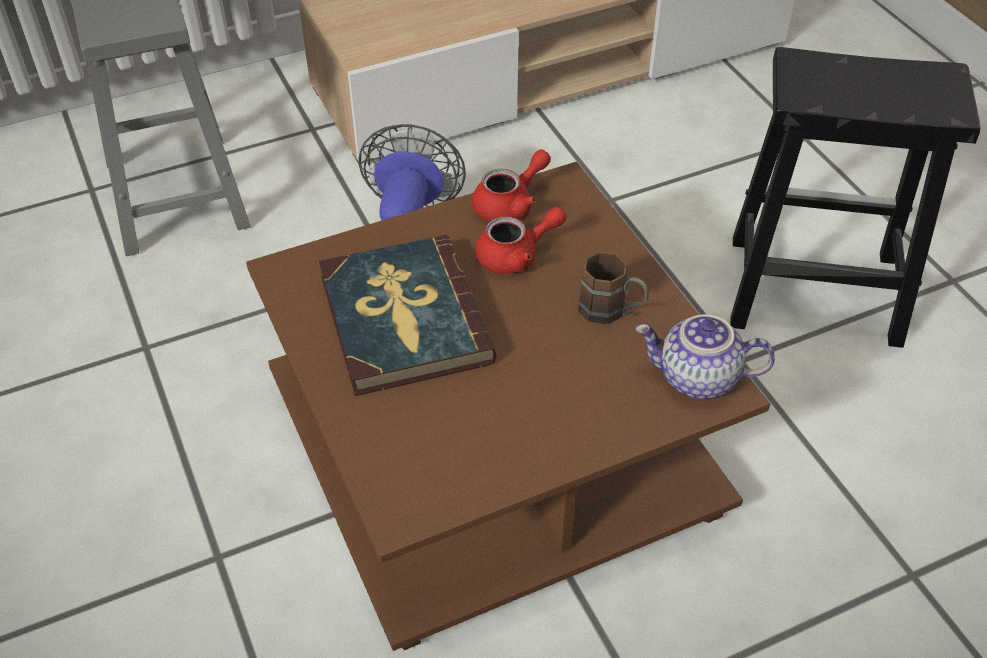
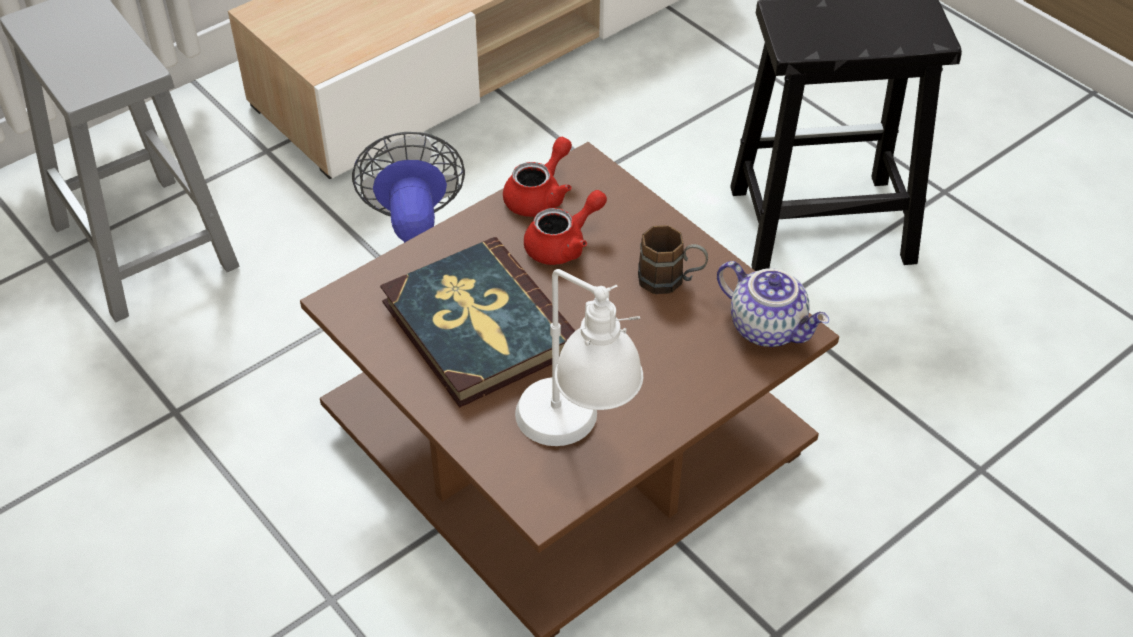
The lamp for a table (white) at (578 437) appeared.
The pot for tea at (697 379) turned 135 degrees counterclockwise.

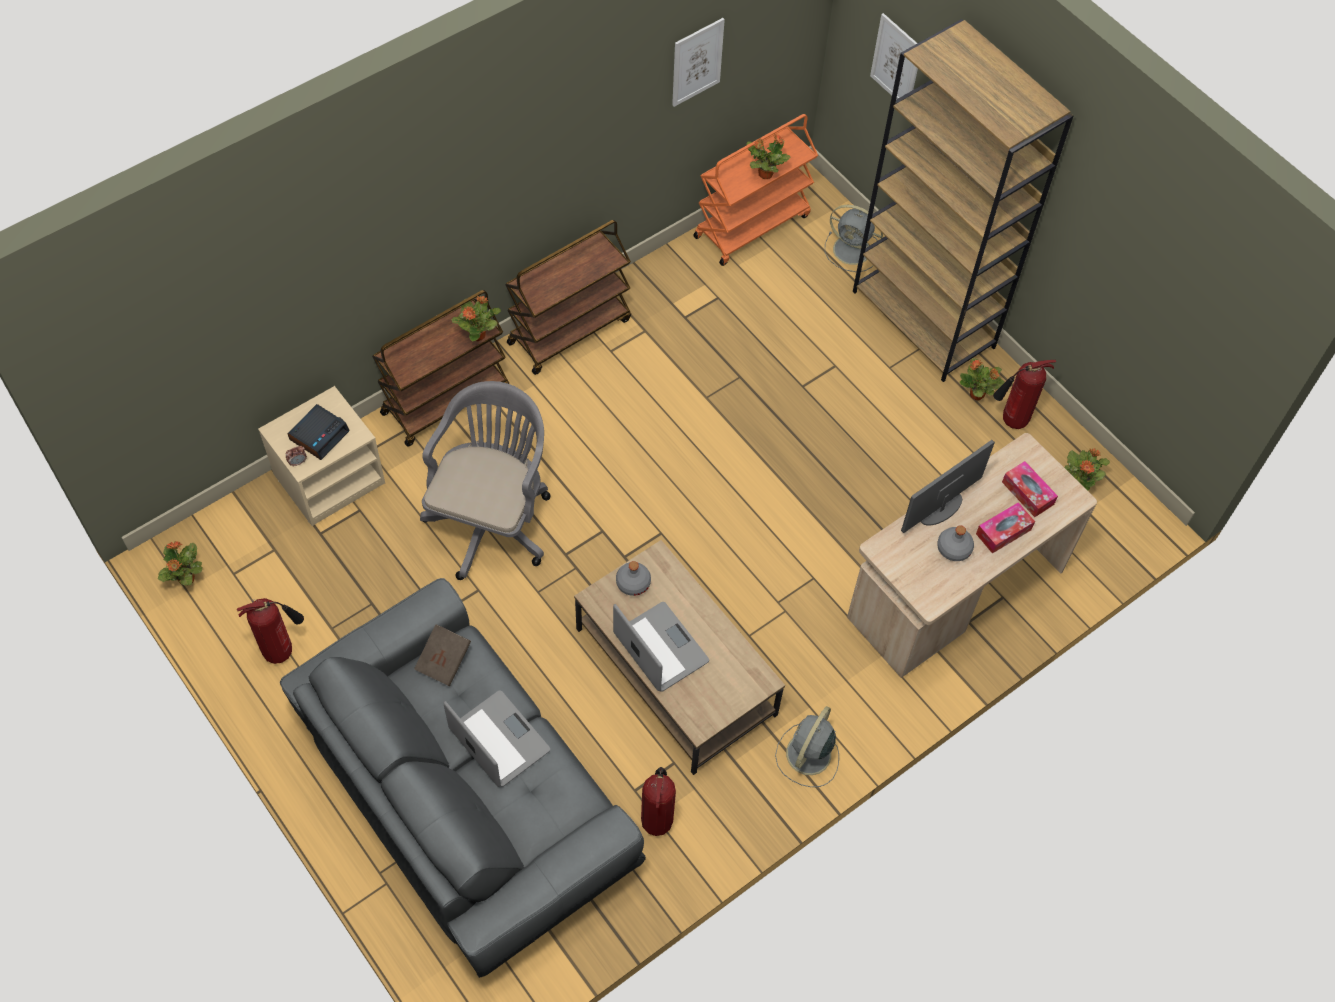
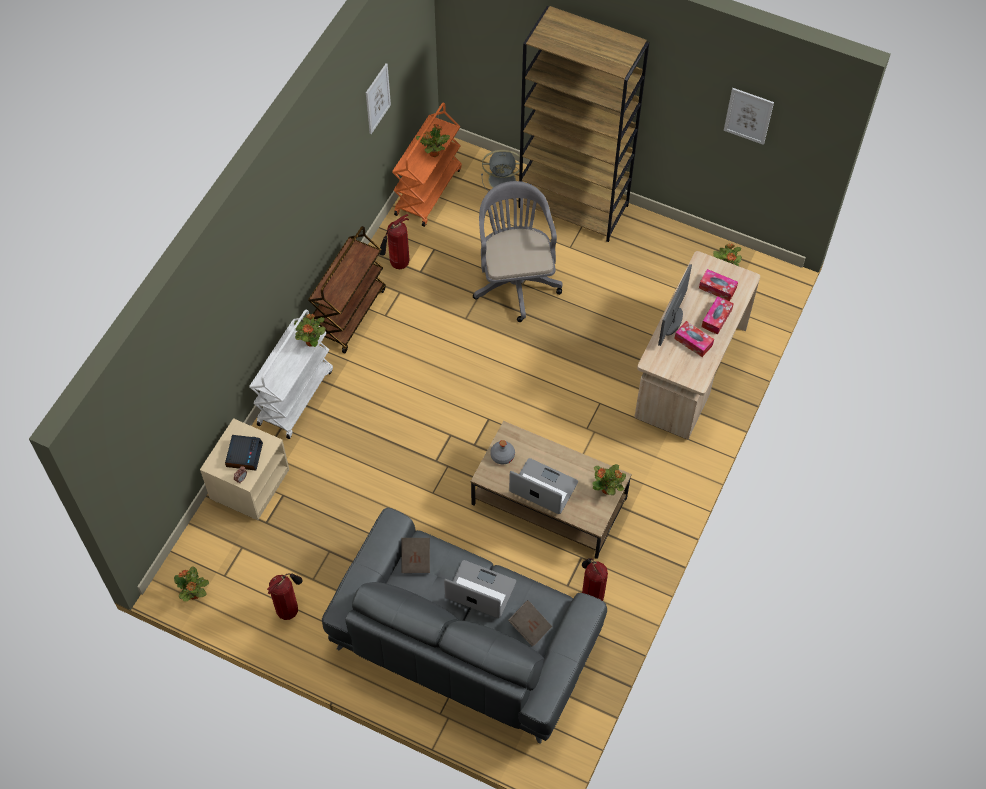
The fan (grey) at (807 755) disappeared.
The bound book (brownish) at (530 626) appeared.
The computer chair (grey) moved from (492 519) to (515 280).
The picture moved from (896 61) to (748 115).
The houseplant moved from (977 395) to (607 489).
The fire-fighting cylinder moved from (1011 421) to (397 265).
The bottle (grey) at (953 548) was replaced by the tissue holder at (693 342).
The wheeled cart (brownish) at (446 399) became the wheeled cart (white) at (295 396).

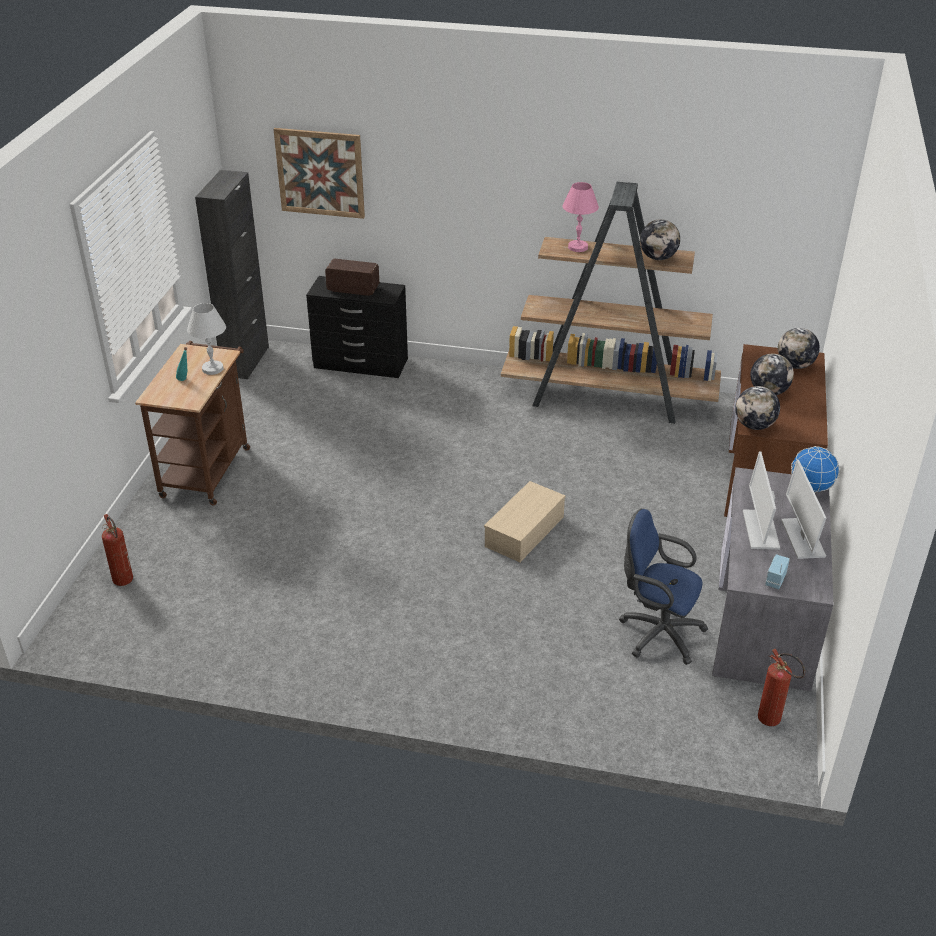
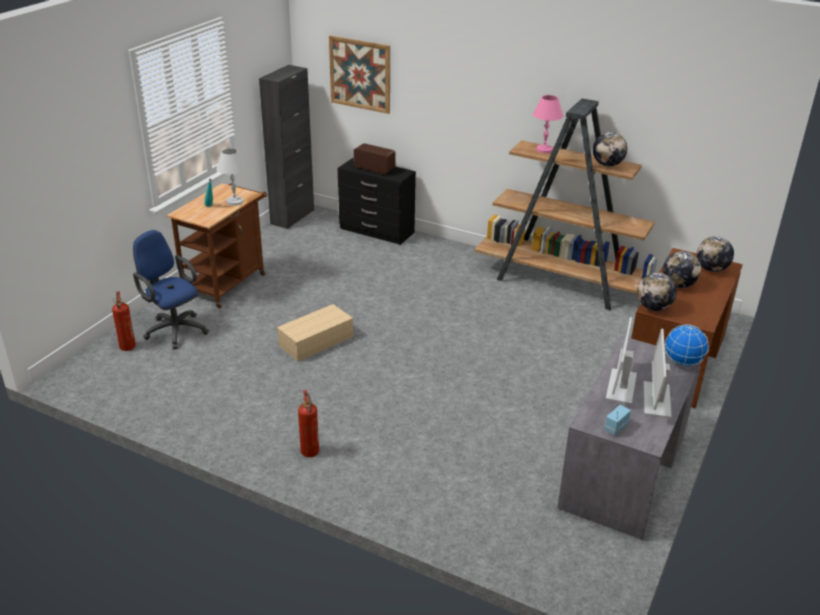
The storage box (sand-coloured) moved from (524 532) to (316 342).
The computer chair (bluish) moved from (657 633) to (174 329).
The fire-fighting cylinder moved from (773 722) to (311 454).

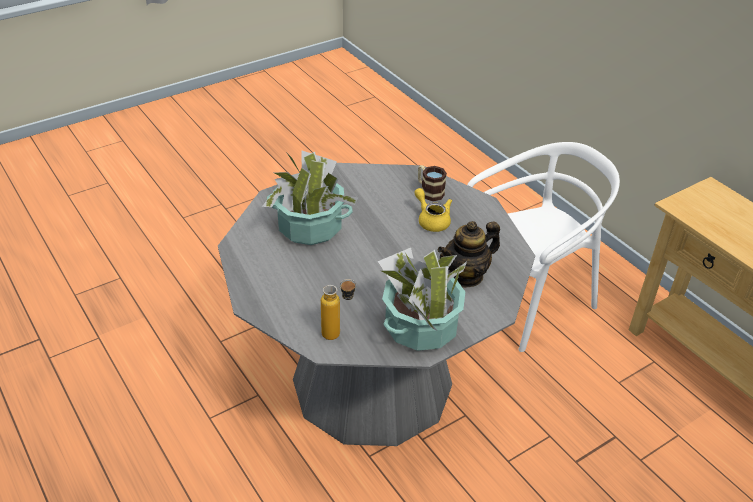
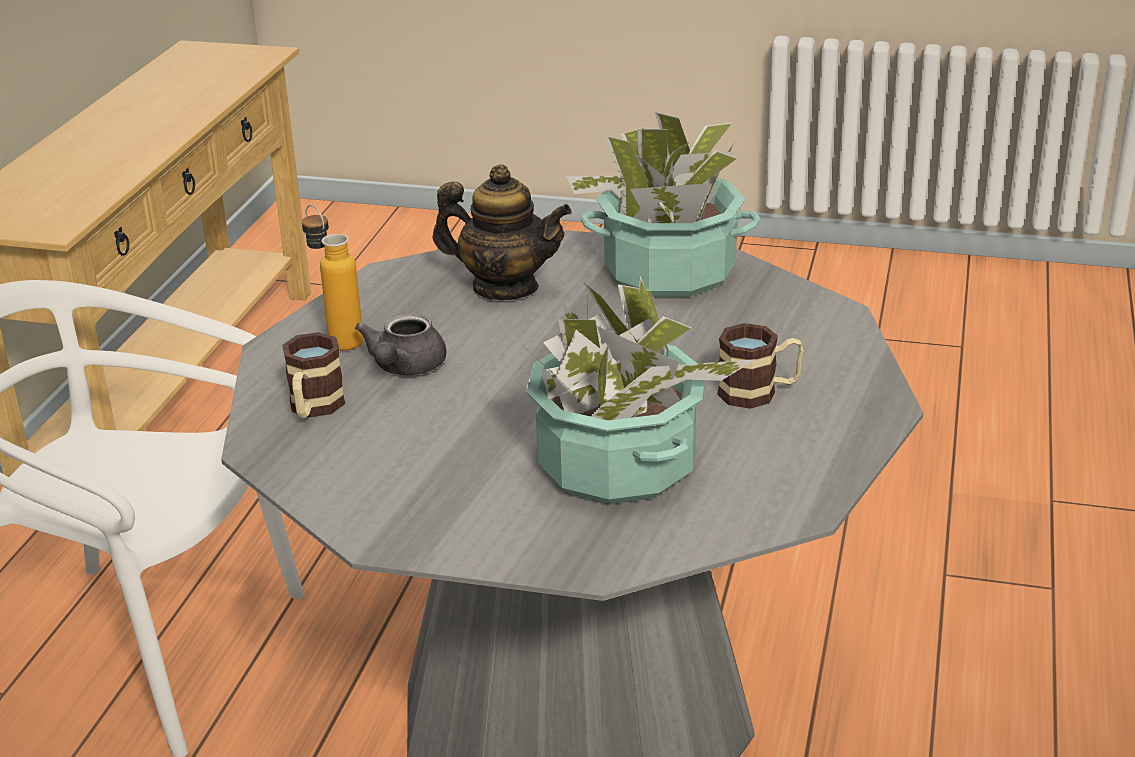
The mug at (759 392) appeared.
The bottle moved from (338 334) to (337 338).
The pot for tea (yellow-coloured) at (431 220) became the pot for tea (grey) at (404 368).

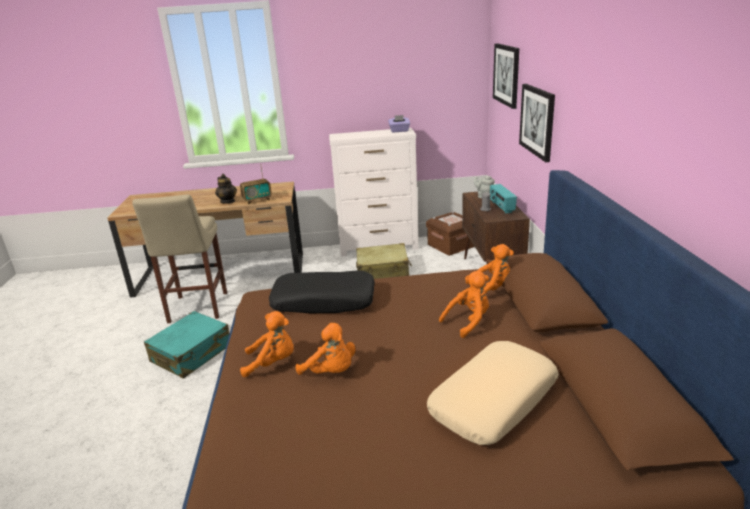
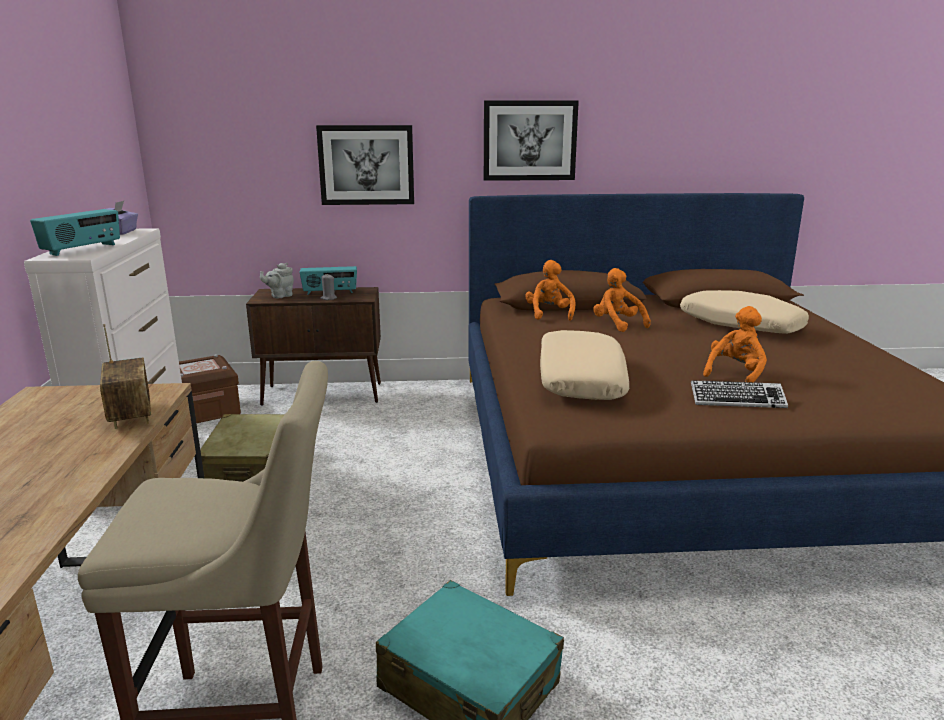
The pot for tea at (228 201) disappeared.
The radio receiver at (82 249) appeared.
The picture moved from (506 74) to (529 140).
The plush toy (orange) at (272 363) was replaced by the computer keyboard at (737 400).
The cushion (blackish) at (324 301) became the cushion (sand-coloured) at (579 379).

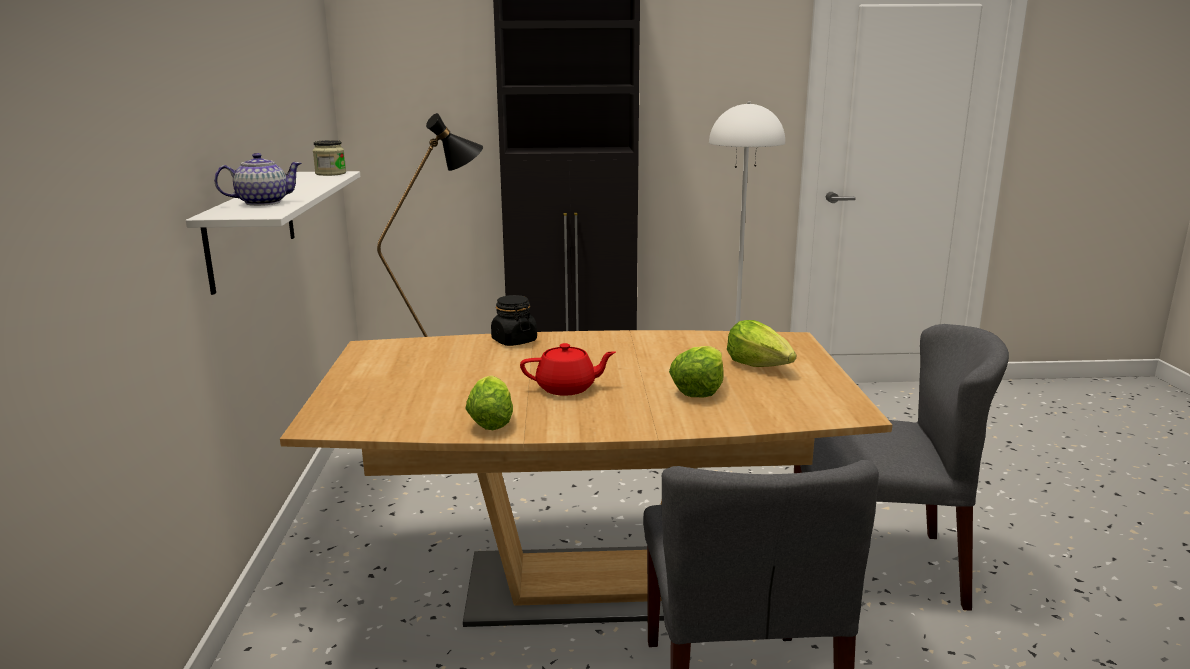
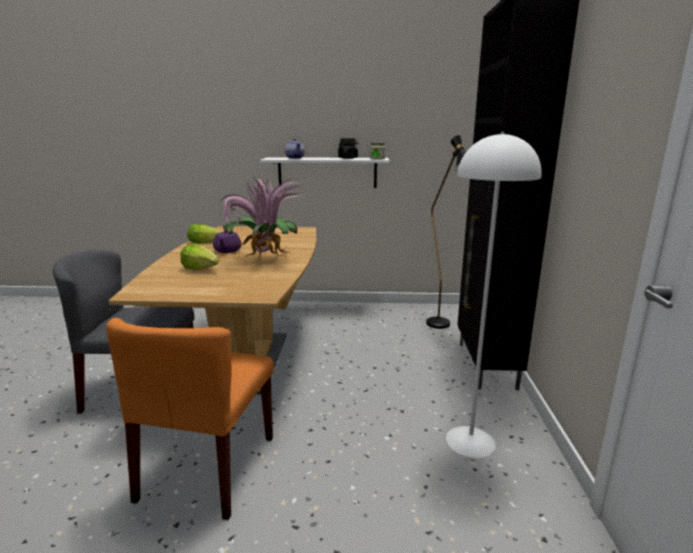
The head of lettuce at (760 365) disappeared.
The houseplant at (263 260) appeared.
The preserve jar (blackish) moved from (514 341) to (348 158).
The pot for tea (reddish) at (567 388) became the pot for tea (purplish) at (227 251).
The chair (grey) at (875 565) became the chair (orange) at (208 468).

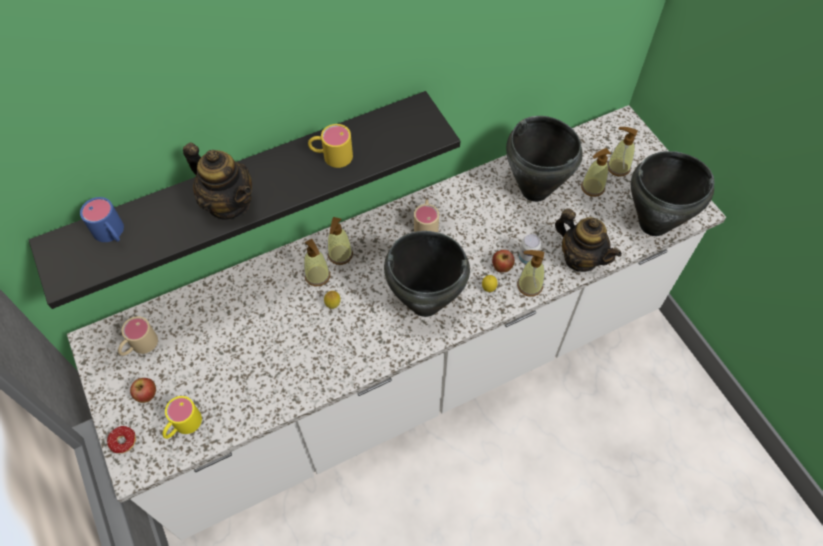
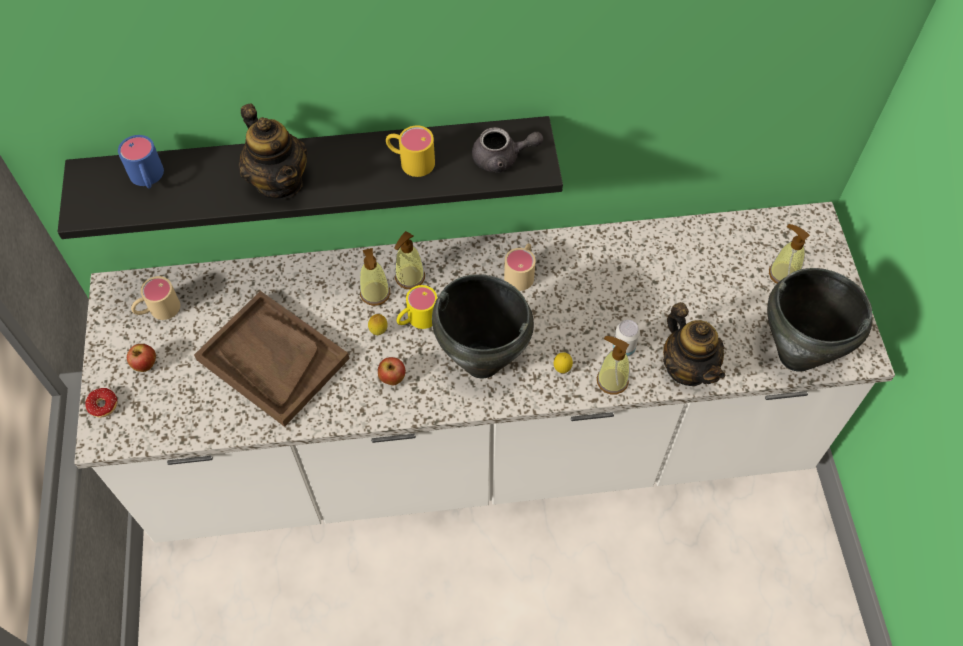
The stockpot (blackish) at (534 191) disappeared.
The soap bottle at (592 187) disappeared.
The serving tray (brownish) at (272 359) appeared.
The pot for tea (grey) at (502 158) appeared.
The mug (yellow-coloured) moved from (182 426) to (416 319).
The apple moved from (502 267) to (392 378).

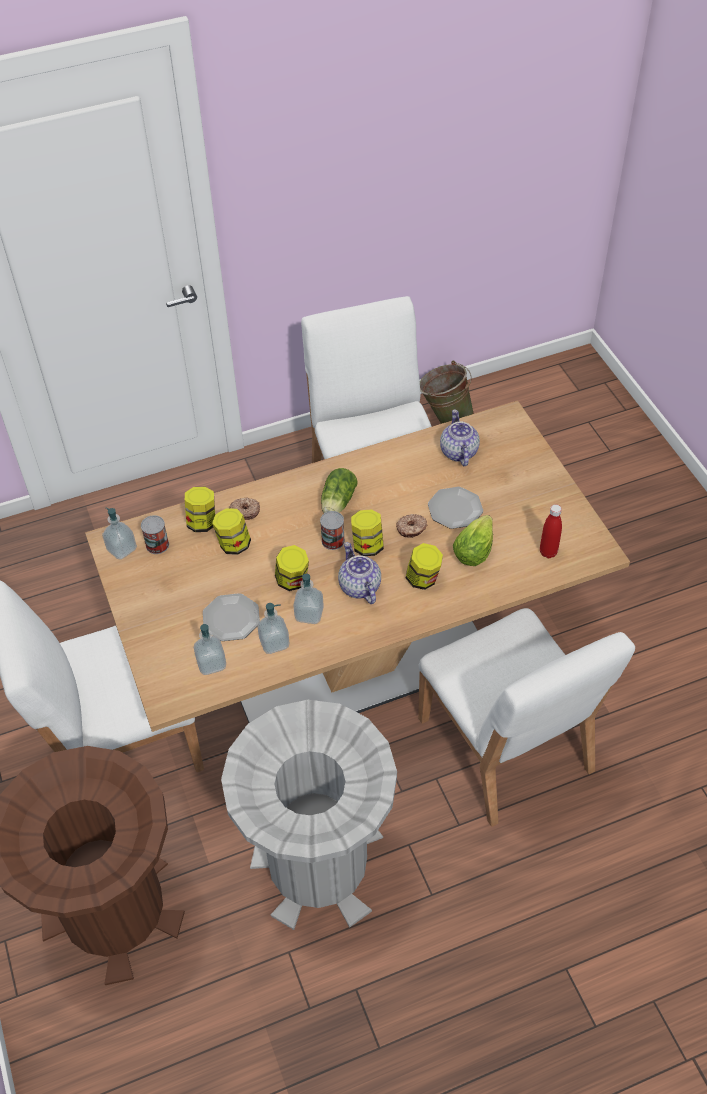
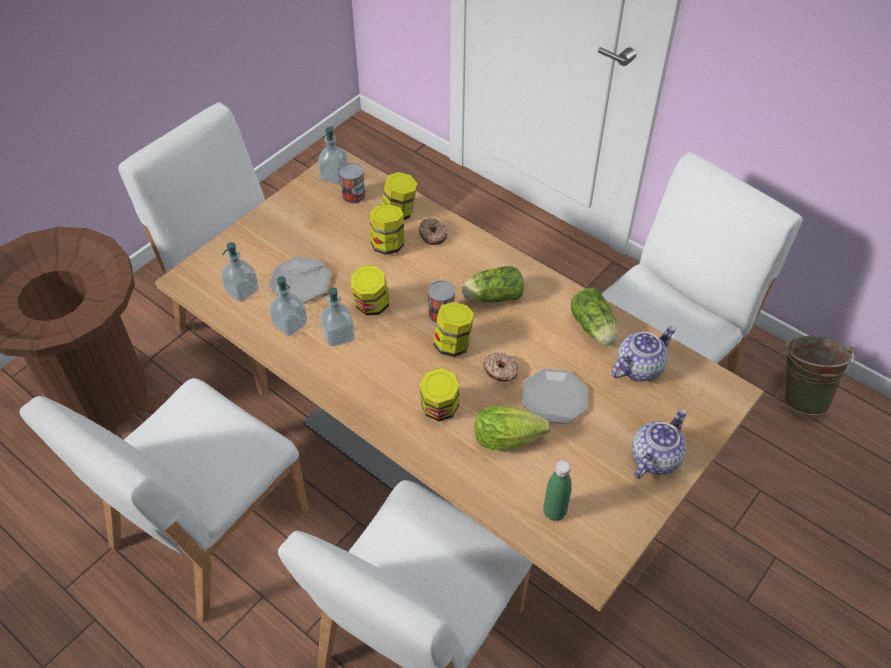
The head of lettuce at (594 329) appeared.
The pot for tea moved from (359 586) to (655 457).
The waste bin (grey) at (318 865) was replaced by the chair (white) at (207 529).
The bottle (reddish) at (548 552) became the bottle (greenish) at (554 512).

